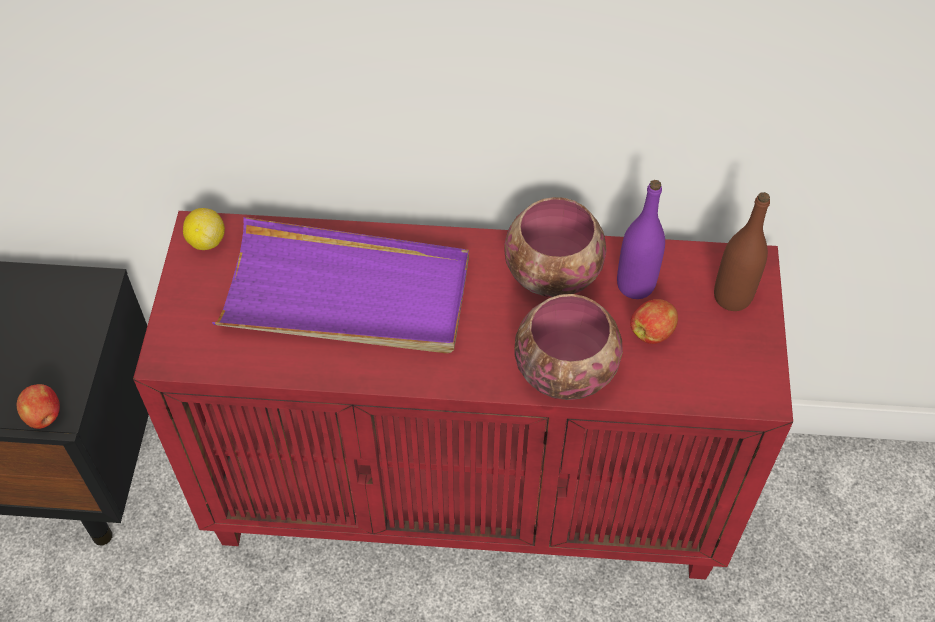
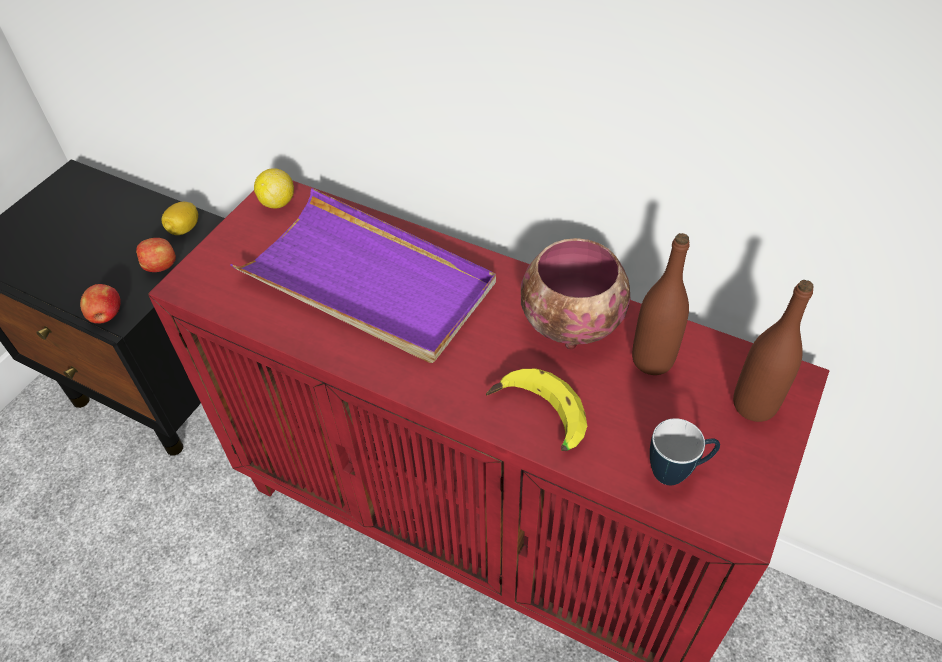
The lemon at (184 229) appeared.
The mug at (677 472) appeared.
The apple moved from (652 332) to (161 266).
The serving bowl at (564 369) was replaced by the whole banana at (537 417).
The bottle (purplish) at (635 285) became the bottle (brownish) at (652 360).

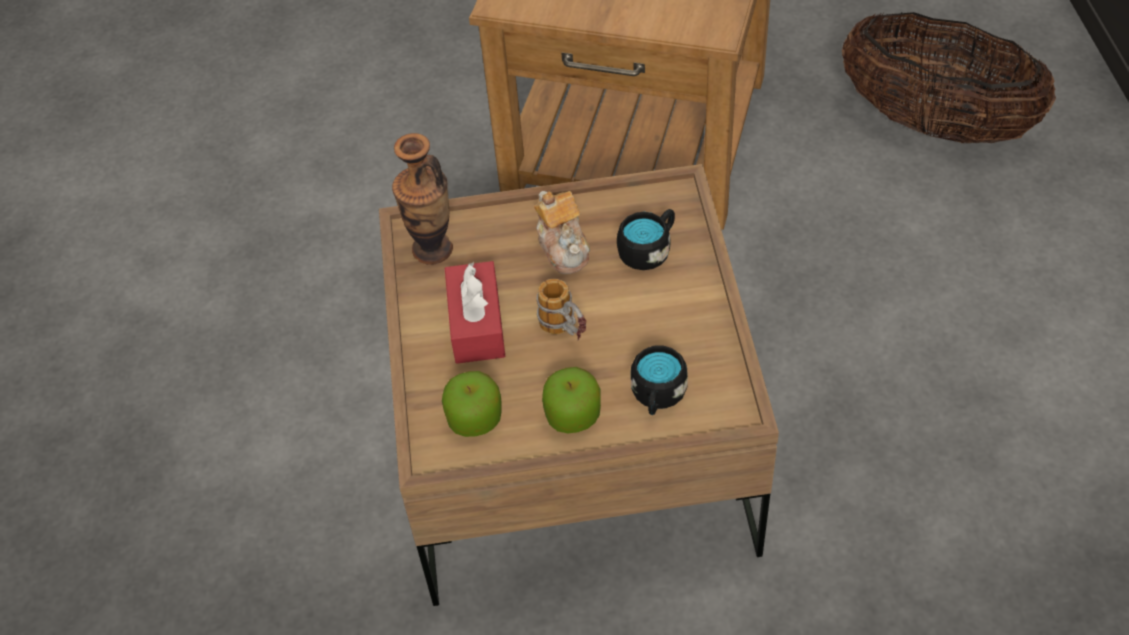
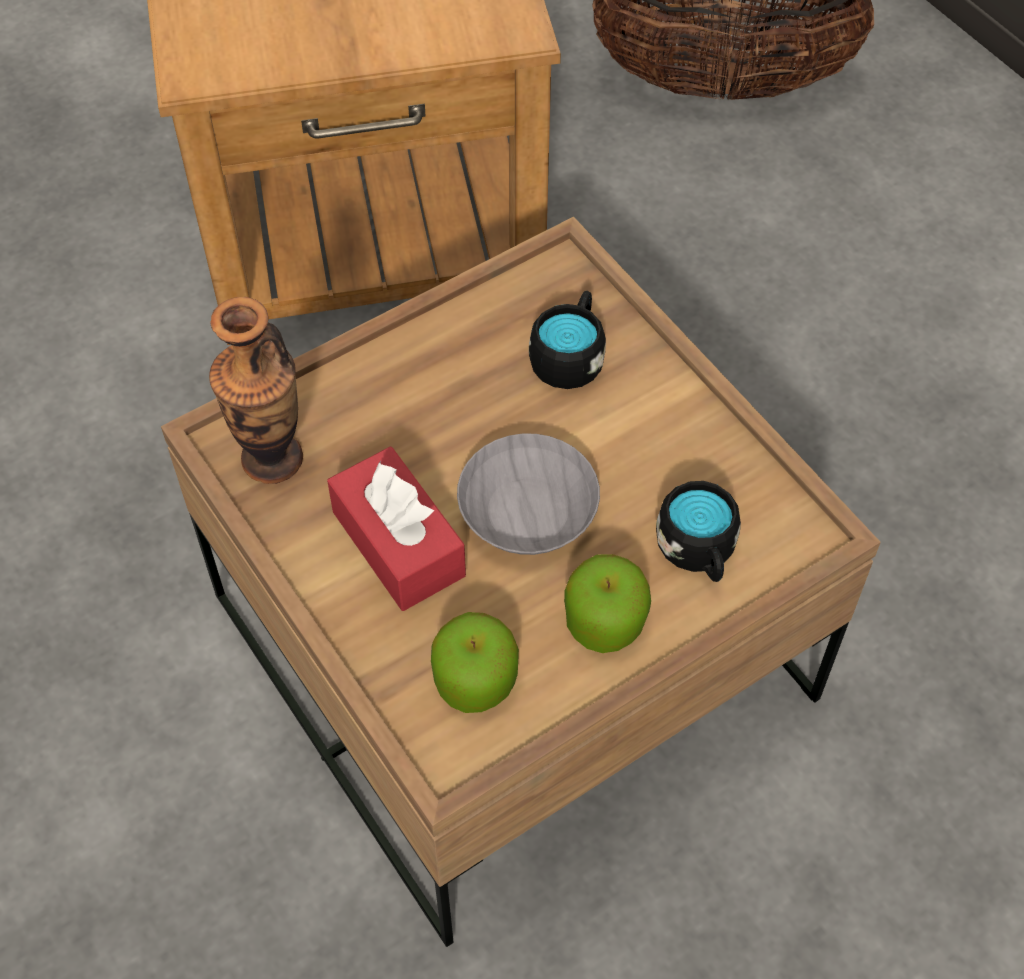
The pot for tea at (564 247) disappeared.
The mug at (565 331) was replaced by the serving bowl (grey) at (526 508).

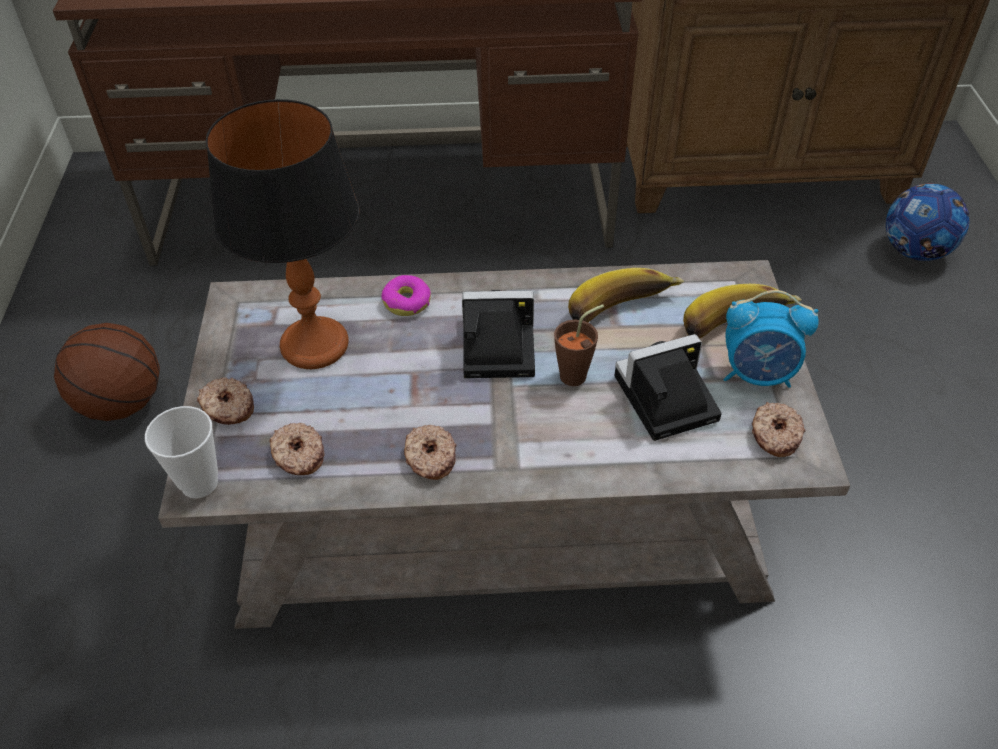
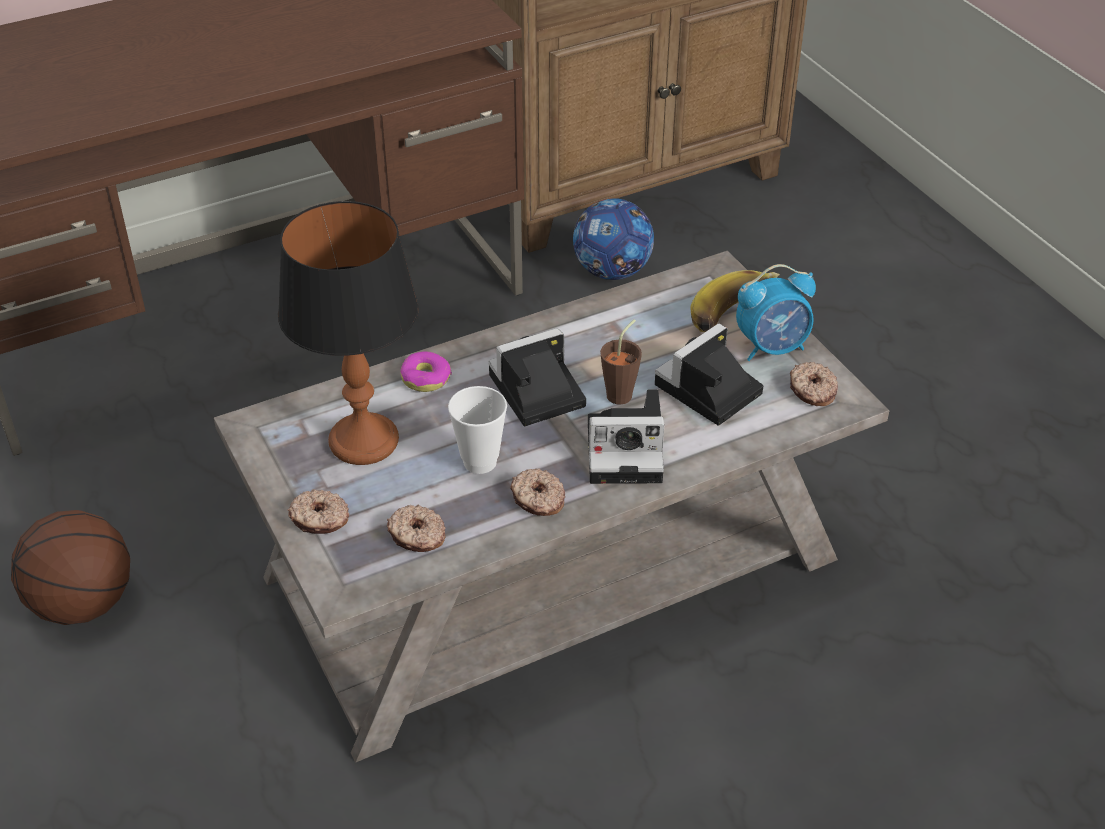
The whole banana at (622 313) disappeared.
The photo camera at (628 450) appeared.
The drinking cup moved from (199 483) to (480 462).
The football moved from (914 251) to (612 271).

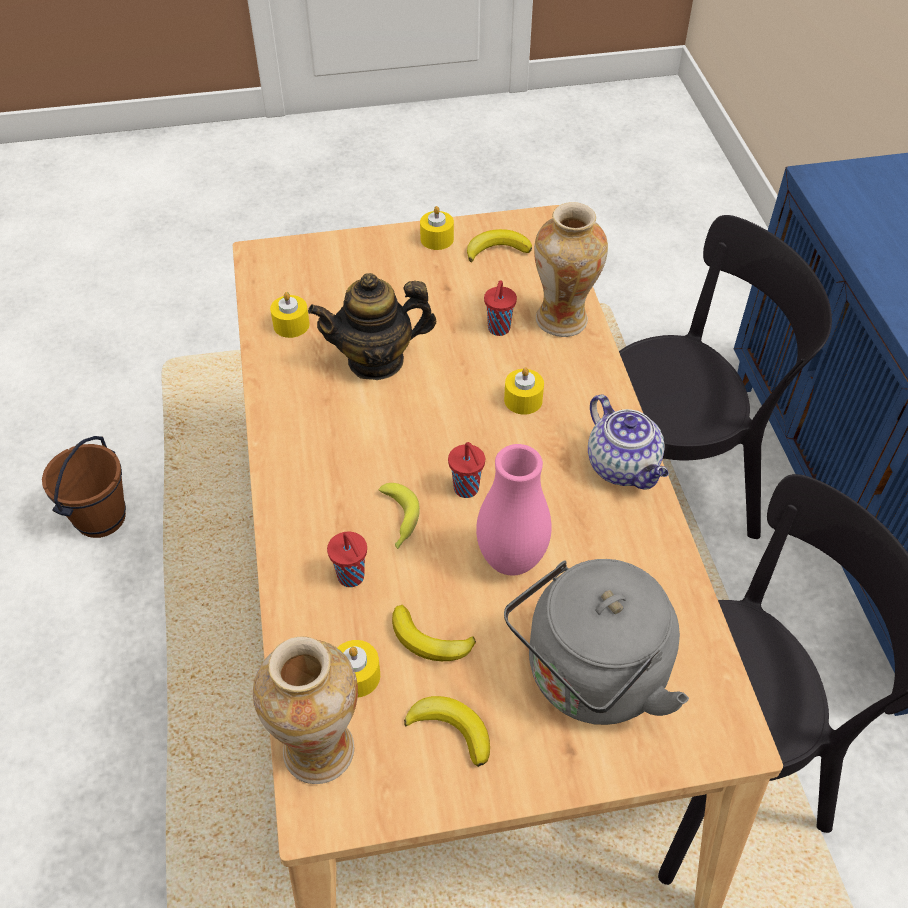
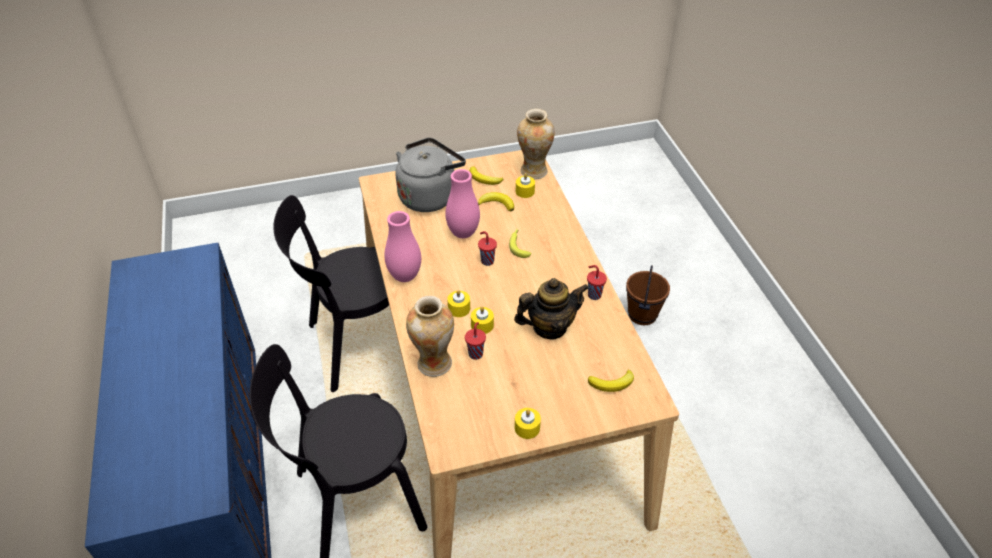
The pail (brownish) moved from (100 518) to (643 315).
The candle (yellow-coloured) moved from (291 325) to (482 325).
The drinking cup (reddish) moved from (352 578) to (593 295).
The whole banana moved from (497 249) to (612 383).
The pot for tea at (624 467) was replaced by the decorative vase (pink) at (405 276).

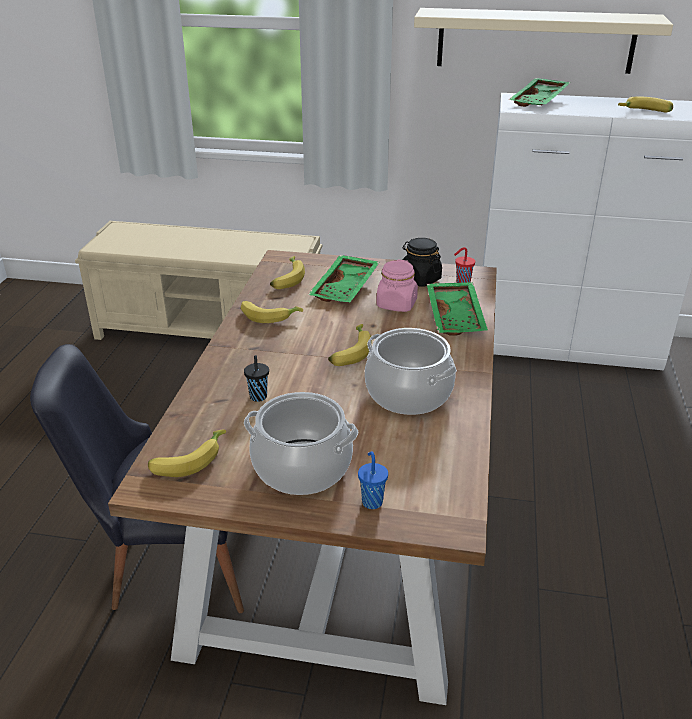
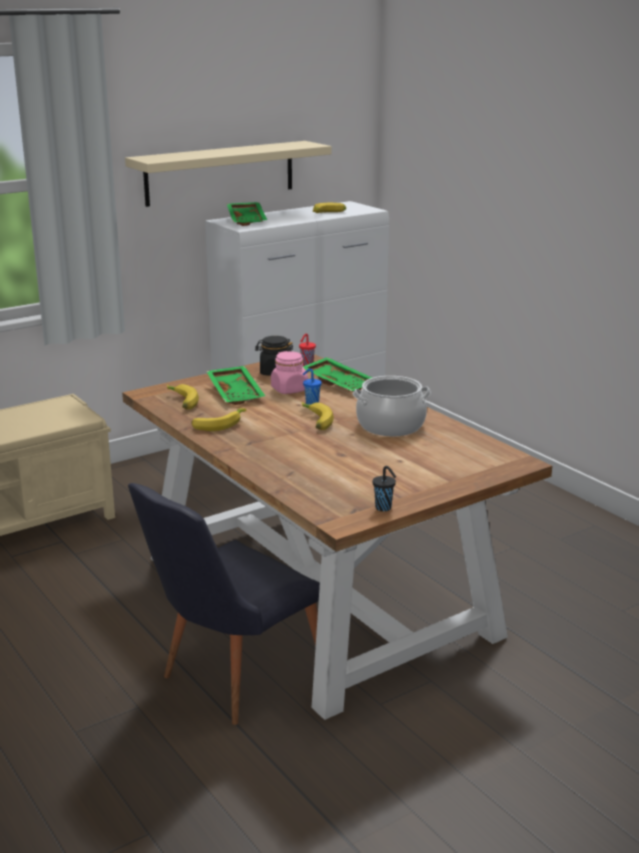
The whole banana at (188 460) disappeared.
The stockpot at (301 467) disappeared.
The drinking cup (blackish) moved from (258 397) to (384 508).
The drinking cup (bluish) moved from (372 501) to (311 404).

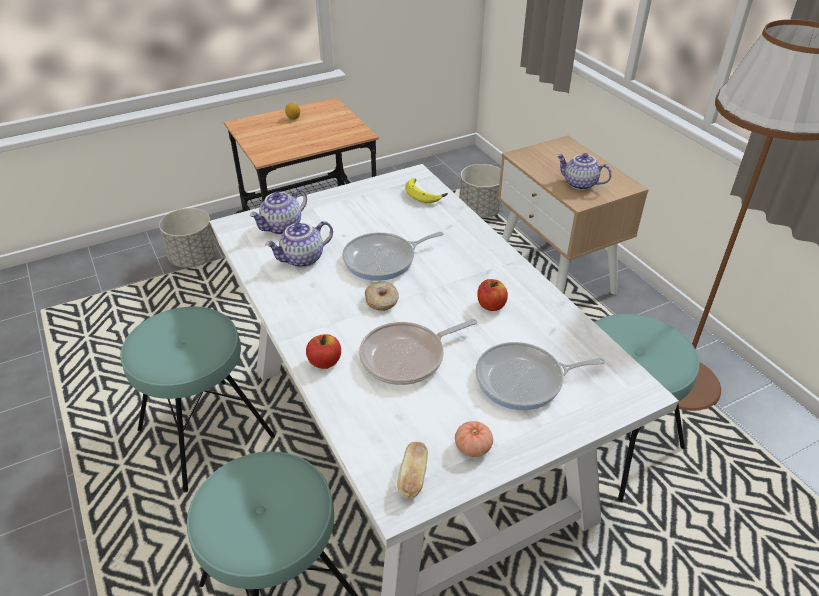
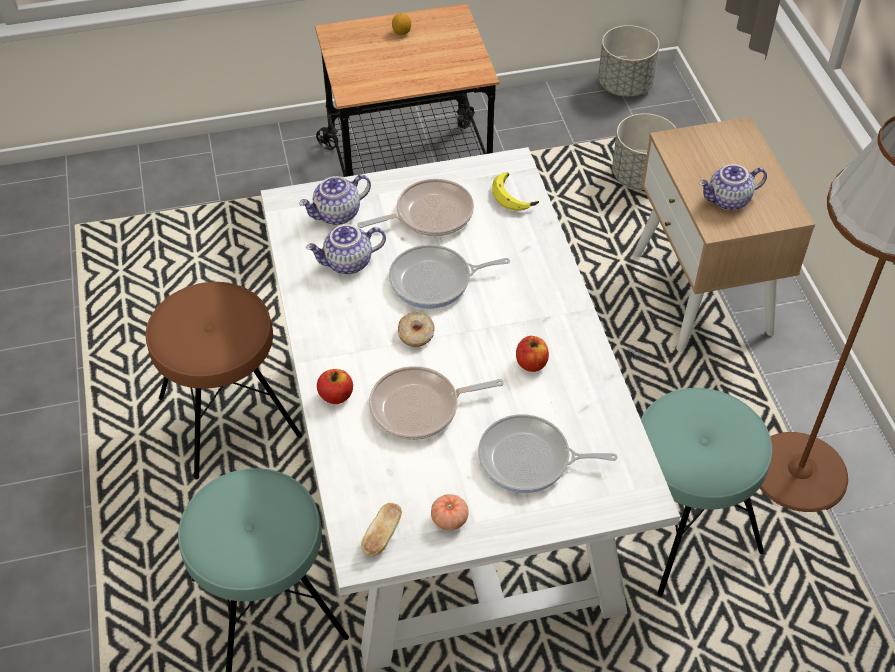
The skillet at (429 214) appeared.
The plant pot (grey) moved from (194 258) to (625 85).
The stool (turquoise) at (206 433) became the stool (brownish) at (230 417).
The pot for tea at (579 184) turned 60 degrees counterclockwise.

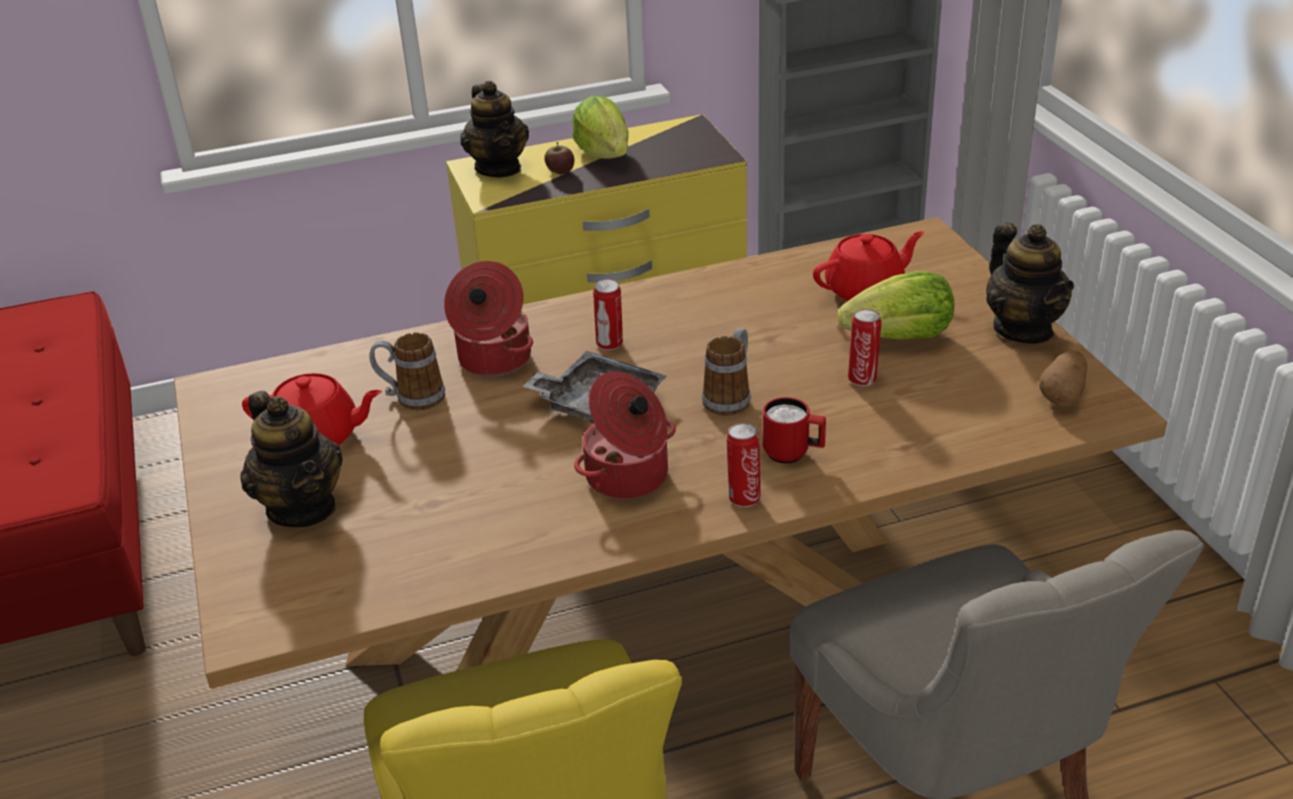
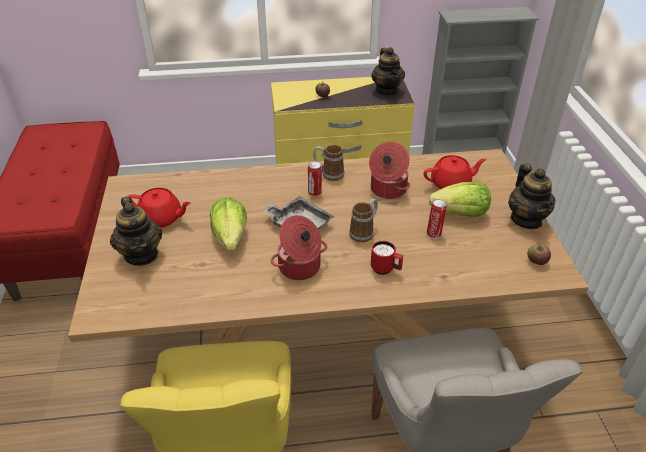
The metal can at (743 497) disappeared.
The mug moved from (411 397) to (328 174).
The stockpot moved from (493 359) to (387 189).
The pot for tea moved from (499 168) to (387 90).
The head of lettuce moved from (604 154) to (230 237).
The whole potato at (1063 395) was replaced by the apple at (536 261).

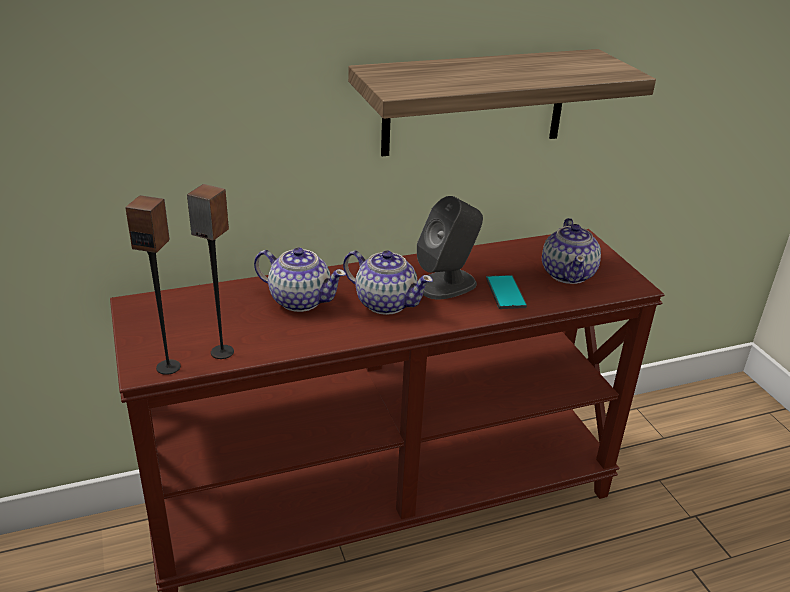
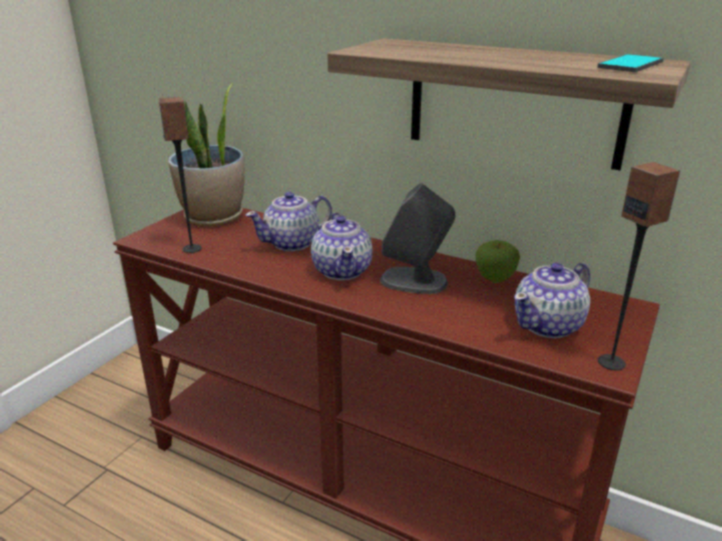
The houseplant at (214 217) appeared.
The apple at (495 279) appeared.
The loudspeaker moved from (168 367) to (612 362).
The handset moved from (505 292) to (630 65).
The pot for tea at (300 300) turned 75 degrees clockwise.

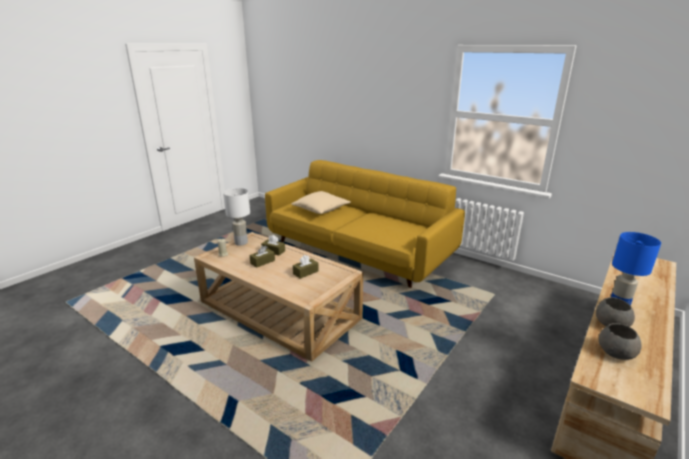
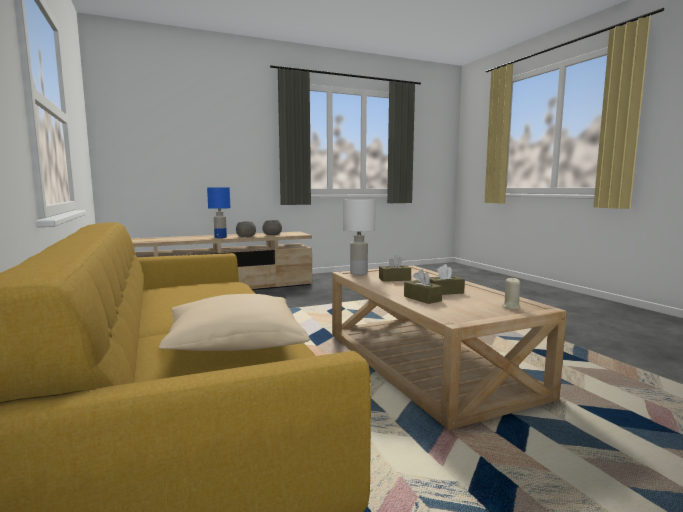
The lamp for a table (white) moved from (241 243) to (358 273).

